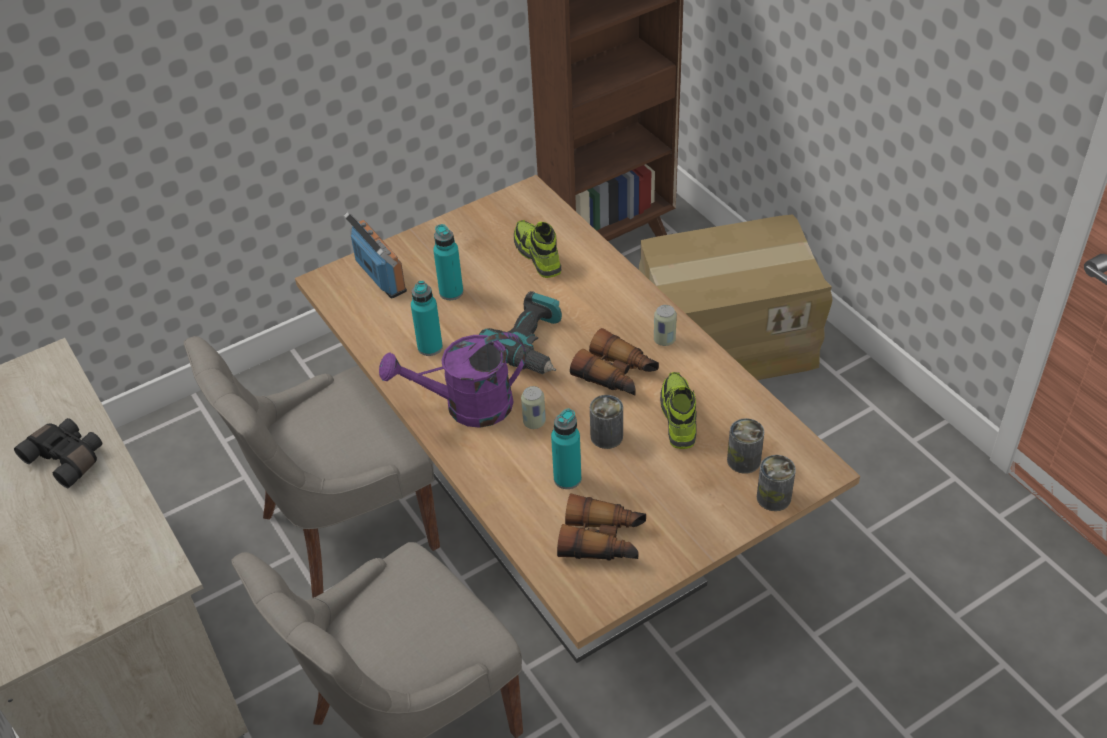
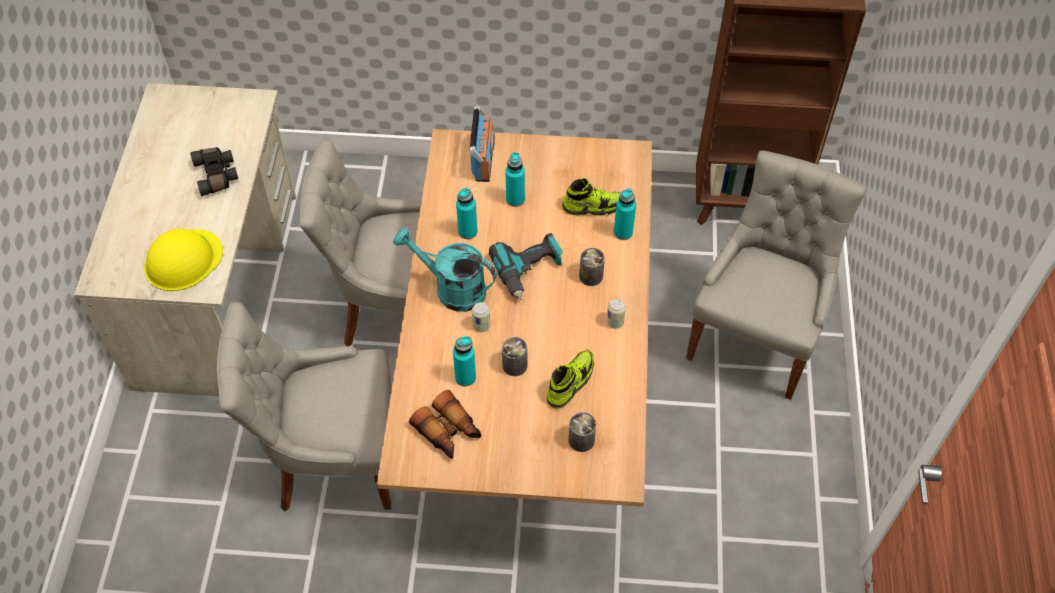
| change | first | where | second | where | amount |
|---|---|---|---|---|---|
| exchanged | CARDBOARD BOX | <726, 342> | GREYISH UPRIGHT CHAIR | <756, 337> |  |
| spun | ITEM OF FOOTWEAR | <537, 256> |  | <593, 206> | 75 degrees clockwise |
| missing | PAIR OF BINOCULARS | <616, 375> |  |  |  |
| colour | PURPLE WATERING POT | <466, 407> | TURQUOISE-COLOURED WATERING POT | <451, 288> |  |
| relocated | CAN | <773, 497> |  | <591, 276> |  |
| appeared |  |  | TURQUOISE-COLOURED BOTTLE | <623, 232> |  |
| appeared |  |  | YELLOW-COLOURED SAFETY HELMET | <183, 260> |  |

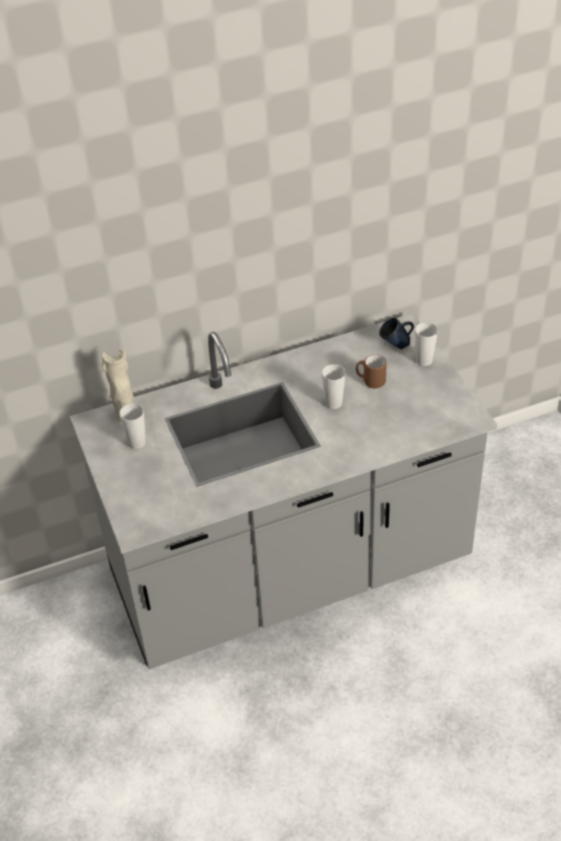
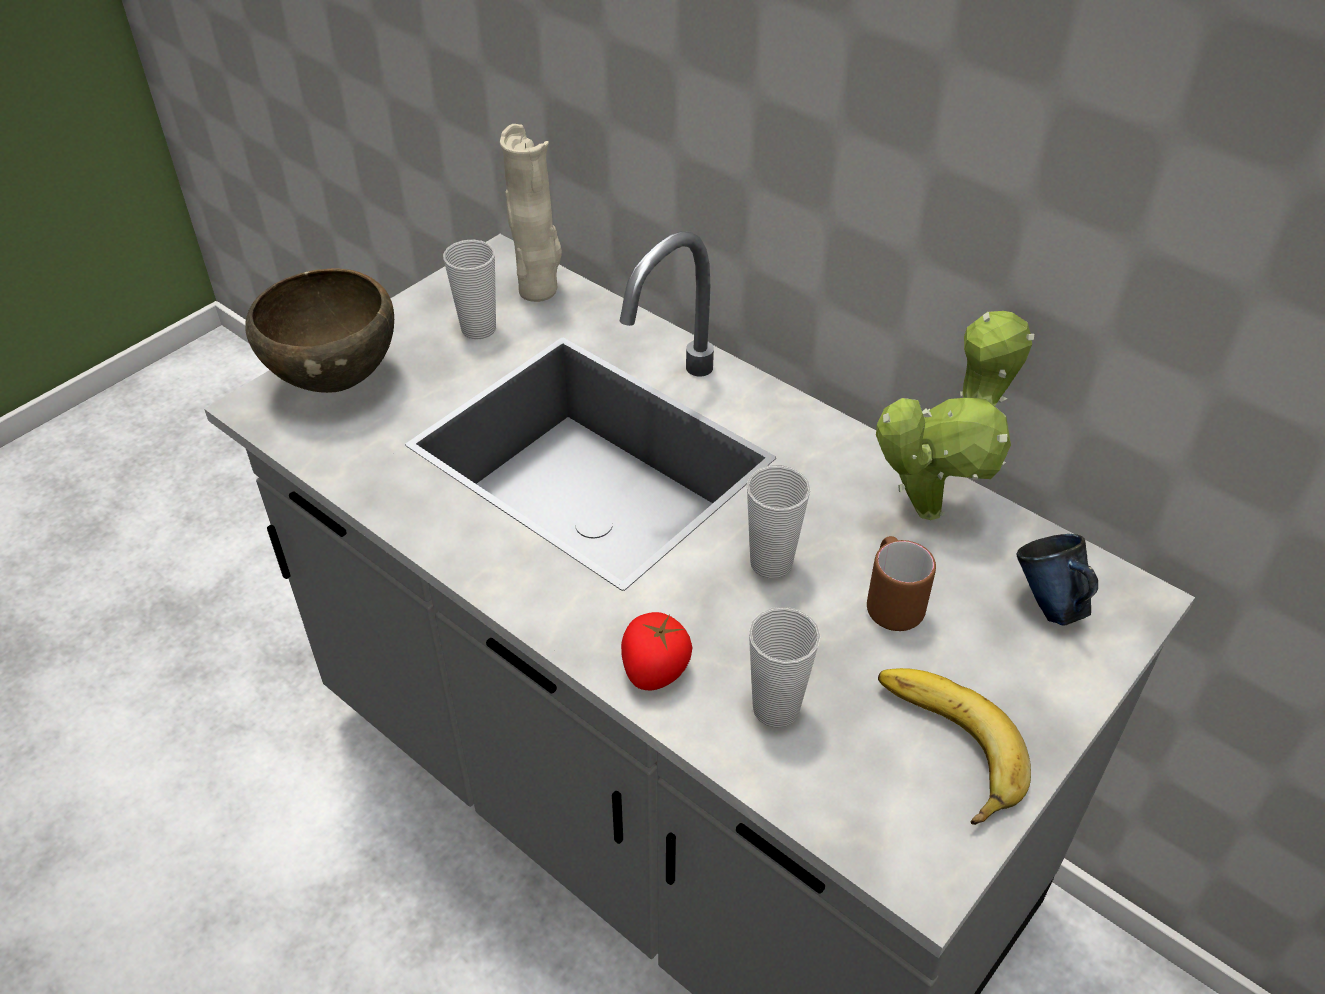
| change | first | where | second | where | amount |
|---|---|---|---|---|---|
| relocated | SMALL CUP | <424, 361> |  | <776, 709> |  |
| appeared |  |  | BROWNISH BOWL | <337, 381> |  |
| appeared |  |  | POTTED PLANT | <934, 504> |  |
| appeared |  |  | FRESH TOMATO | <655, 670> |  |
| appeared |  |  | WHOLE BANANA | <941, 748> |  |

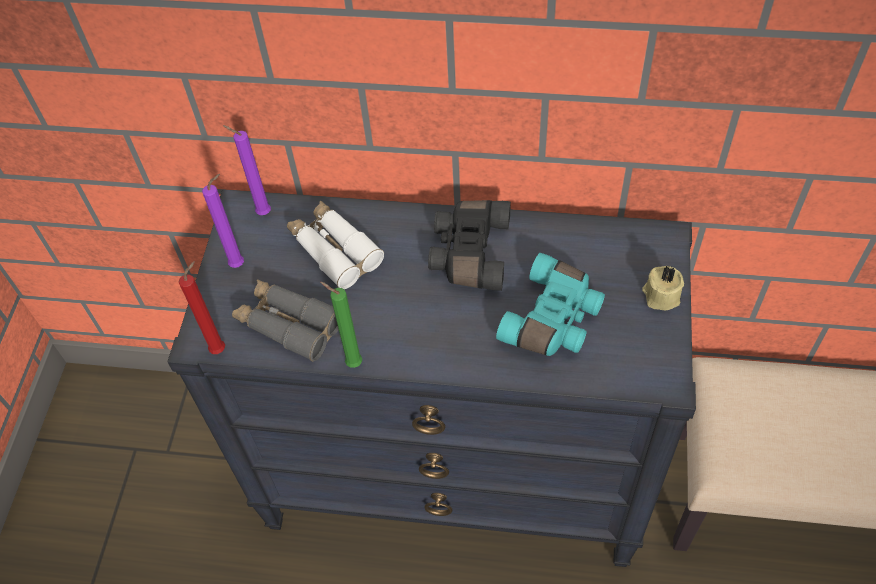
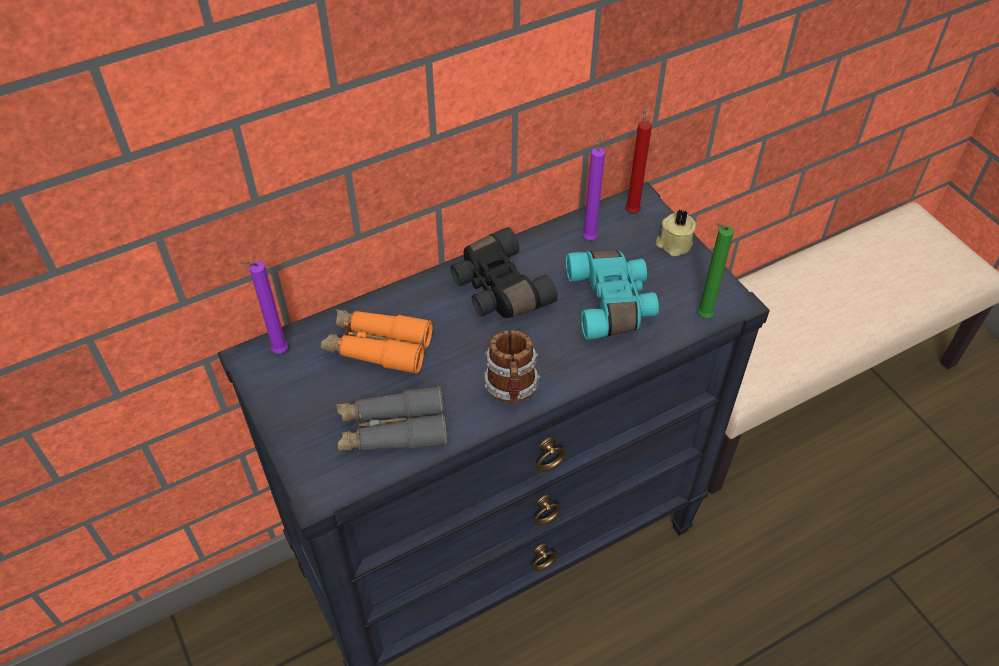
| change | first | where | second | where | amount |
|---|---|---|---|---|---|
| relocated | PURPLE CANDLE | <240, 264> |  | <590, 237> |  |
| colour | WHITE PAIR OF BINOCULARS | <334, 250> | ORANGE PAIR OF BINOCULARS | <377, 347> |  |
| relocated | REDDISH CANDLE | <220, 348> |  | <632, 210> |  |
| relocated | GREENISH CANDLE | <351, 363> |  | <702, 316> |  |
| appeared |  |  | TEA MUG | <512, 389> |  |

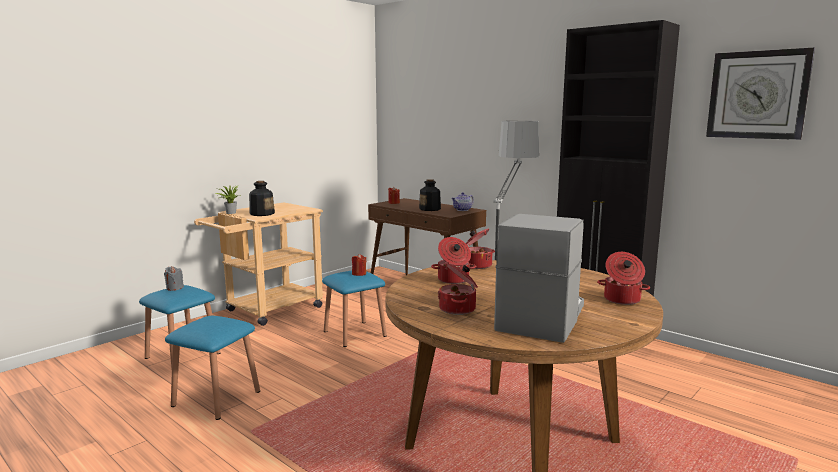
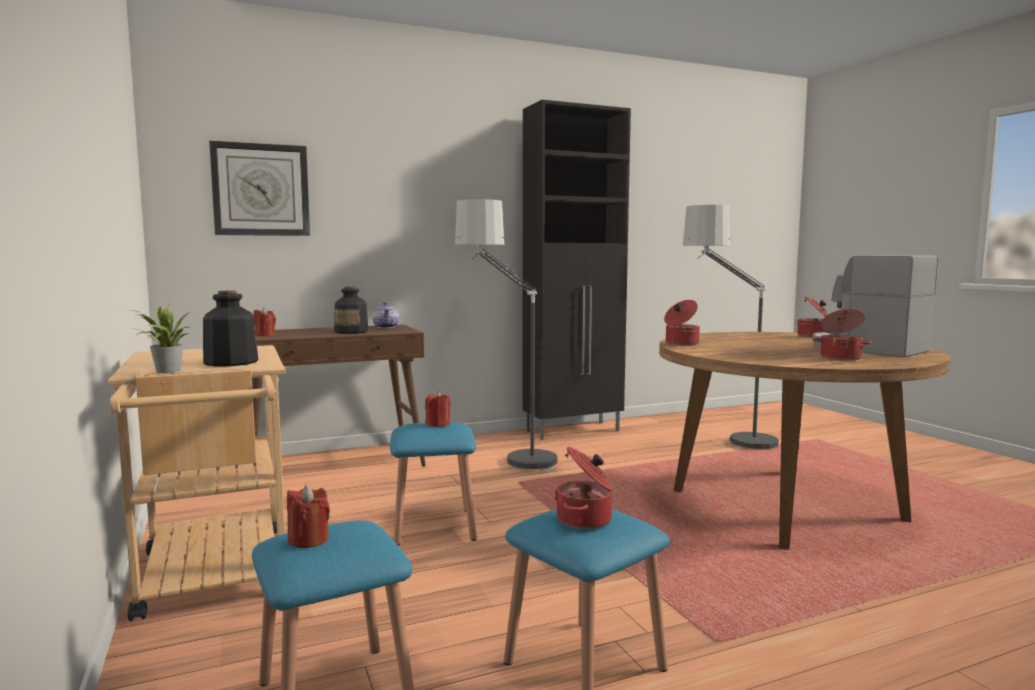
| change | first | where | second | where | amount |
|---|---|---|---|---|---|
| relocated | CLOCK ON THE WALL | <757, 95> |  | <261, 190> |  |
| relocated | COOKING POT | <453, 280> |  | <585, 520> |  |
| colour | GREYISH CANDLE | <174, 288> | REDDISH CANDLE | <308, 540> |  |
| appeared |  |  | STANDING LAMP | <724, 435> |  |

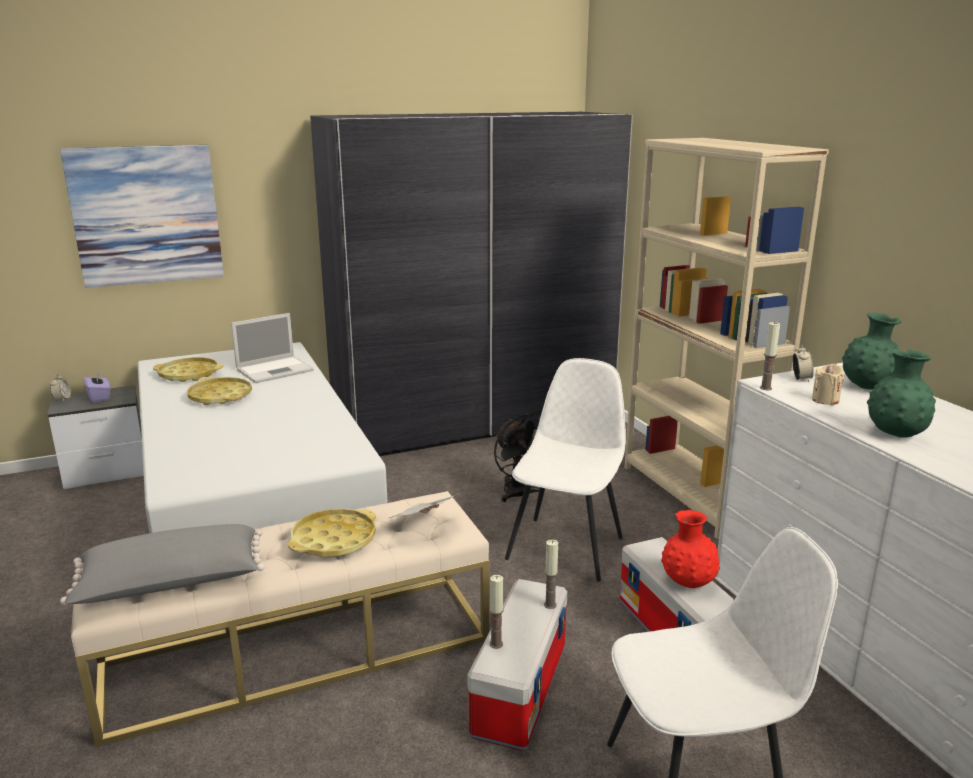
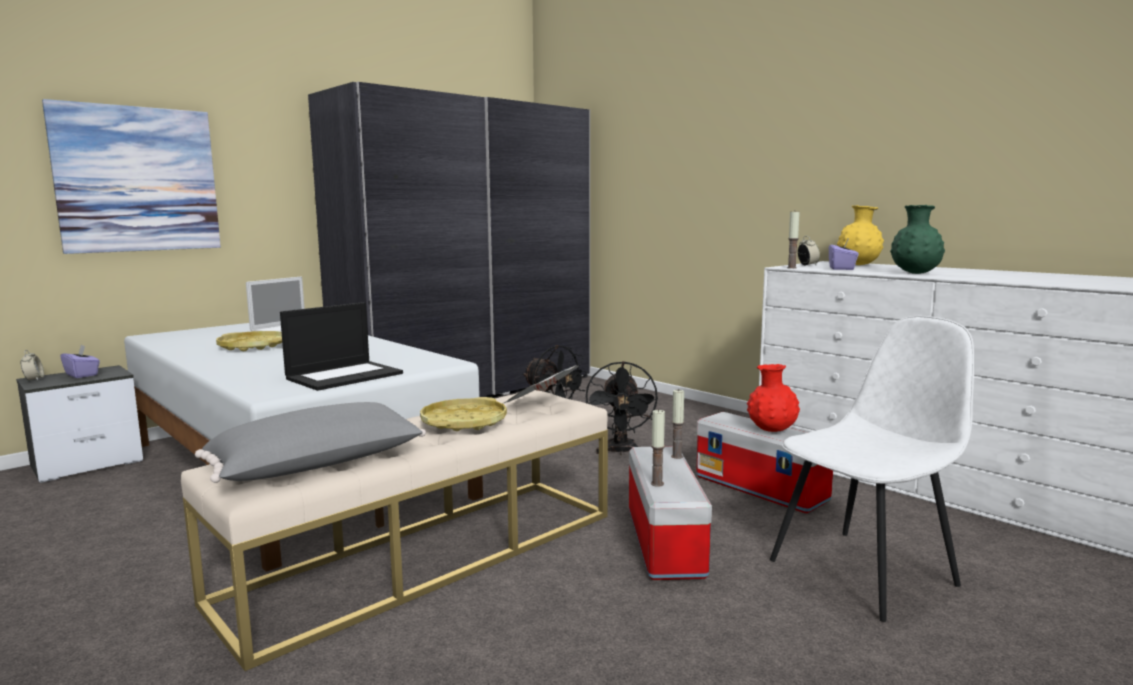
| change | first | where | second | where | amount |
|---|---|---|---|---|---|
| missing | BEIGE SHELVING UNIT | <694, 494> |  |  |  |
| colour | GREENISH VASE | <867, 387> | YELLOW-COLOURED VASE | <858, 265> |  |
| missing | YELLOW-COLOURED SERVING TRAY | <189, 374> |  |  |  |
| exchanged | WHITE UPRIGHT CHAIR | <566, 547> | BLACK ELECTRIC FAN | <620, 452> |  |
| exchanged | BEIGE CANDLE | <825, 400> | PURPLE TISSUE BOX | <842, 268> |  |
| appeared |  |  | PORTABLE COMPUTER | <345, 376> |  |

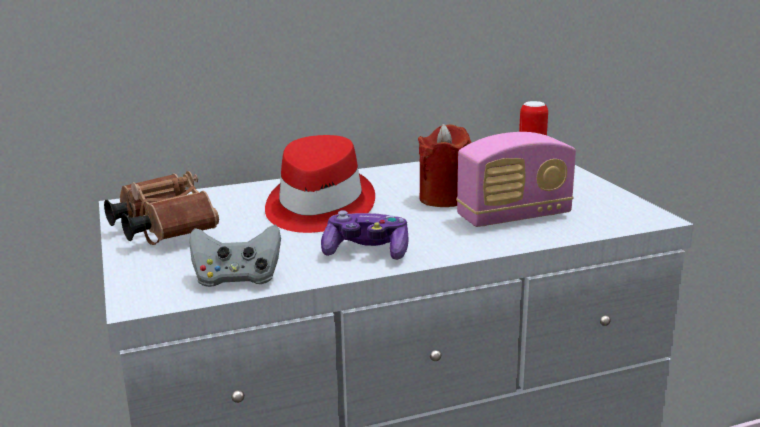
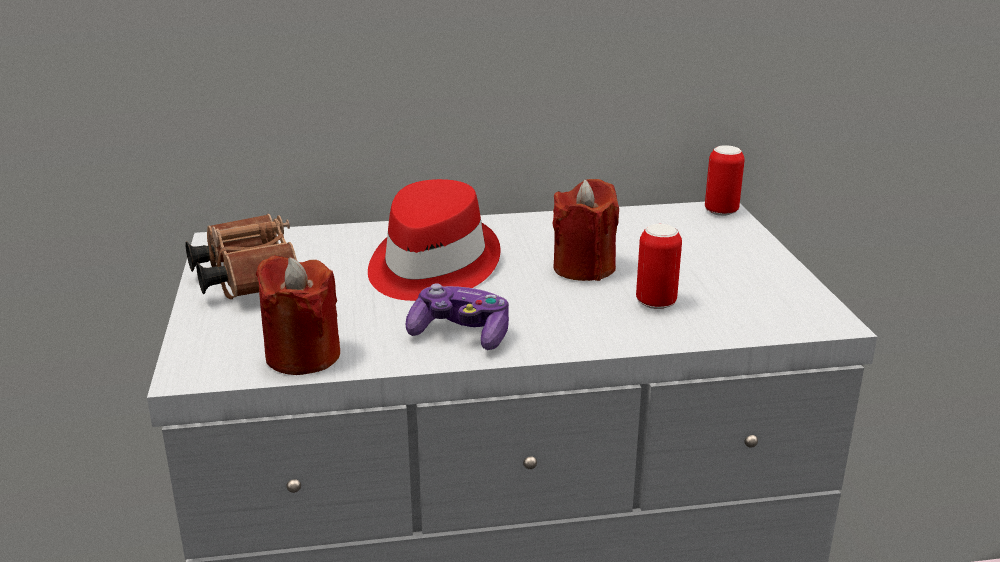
| change | first | where | second | where | amount |
|---|---|---|---|---|---|
| exchanged | RADIO RECEIVER | <514, 217> | CAN | <656, 302> |  |
| exchanged | GREYISH GAME CONTROLLER | <237, 279> | REDDISH CANDLE | <303, 356> |  |

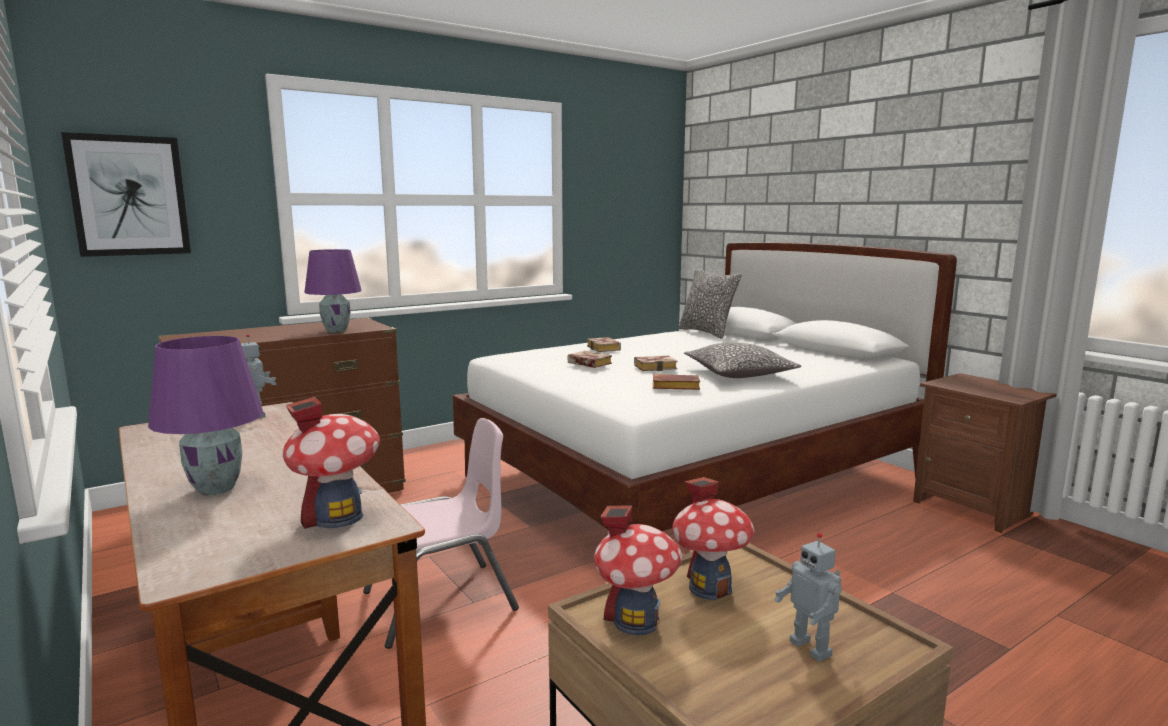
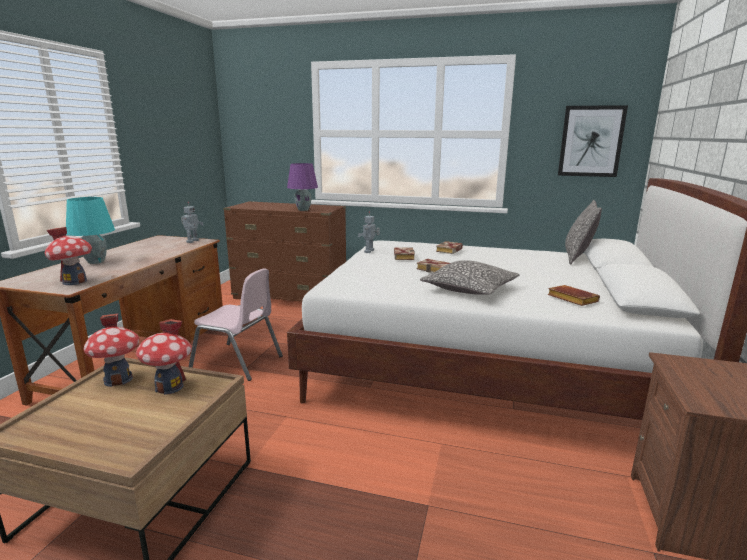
| change | first | where | second | where | amount |
|---|---|---|---|---|---|
| relocated | WALL ART | <129, 196> |  | <591, 141> |  |
| colour | PURPLE LAMP FOR A TABLE | <217, 488> | TURQUOISE-COLOURED LAMP FOR A TABLE | <96, 262> |  |
| relocated | BROWNISH BOUND BOOK | <674, 387> |  | <570, 299> |  |
| relocated | MODEL ROBOT | <812, 648> |  | <370, 251> |  |

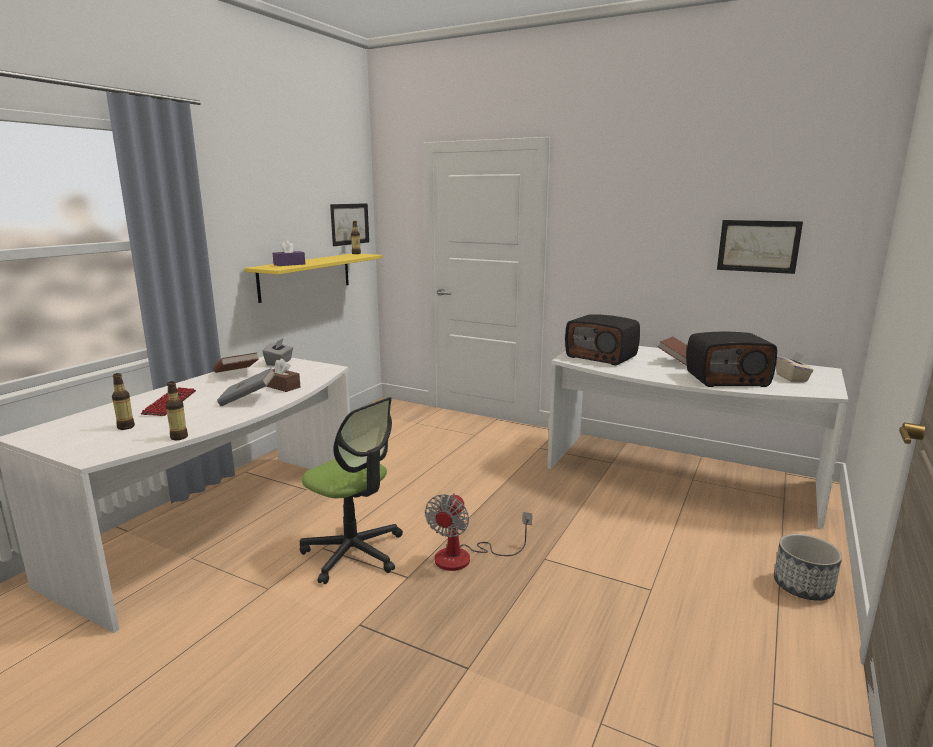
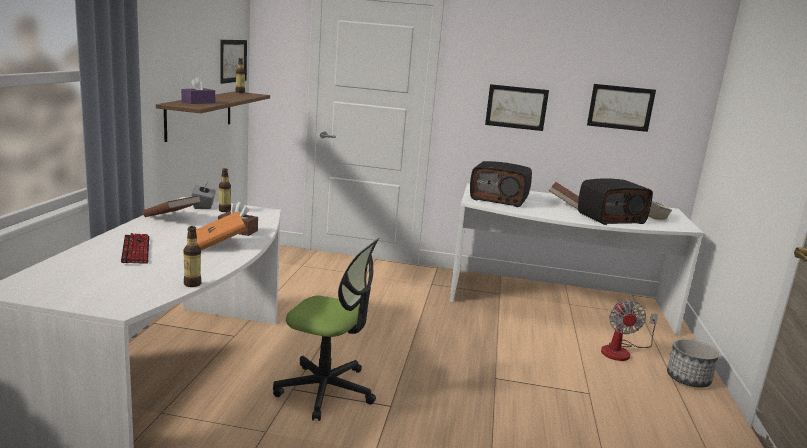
| change | first | where | second | where | amount |
|---|---|---|---|---|---|
| colour | YELLOW-COLOURED WALL SHELF | <305, 276> | BROWNISH WALL SHELF | <199, 114> |  |
| colour | GREYISH BOUND BOOK | <248, 399> | ORANGE BOUND BOOK | <218, 244> |  |
| relocated | BOTTLE | <126, 427> |  | <224, 210> |  |
| relocated | ELECTRIC FAN | <465, 557> |  | <621, 351> |  |
| appeared |  |  | WALL ART | <516, 107> |  |

